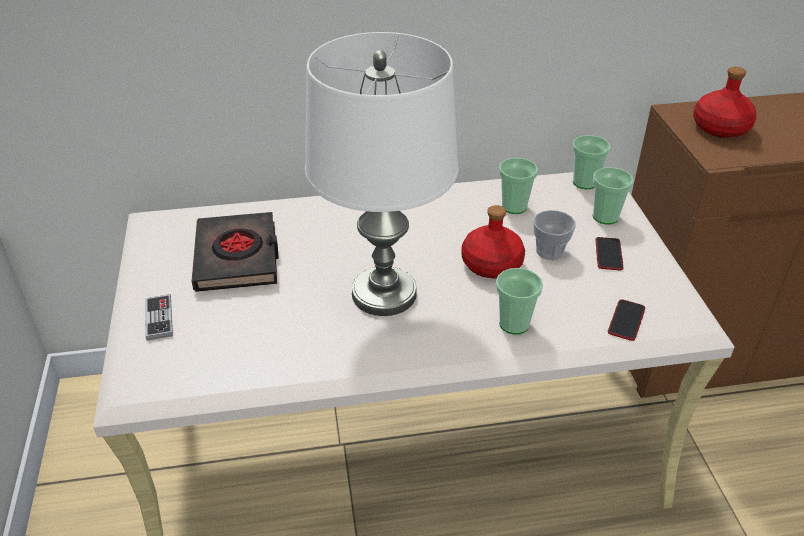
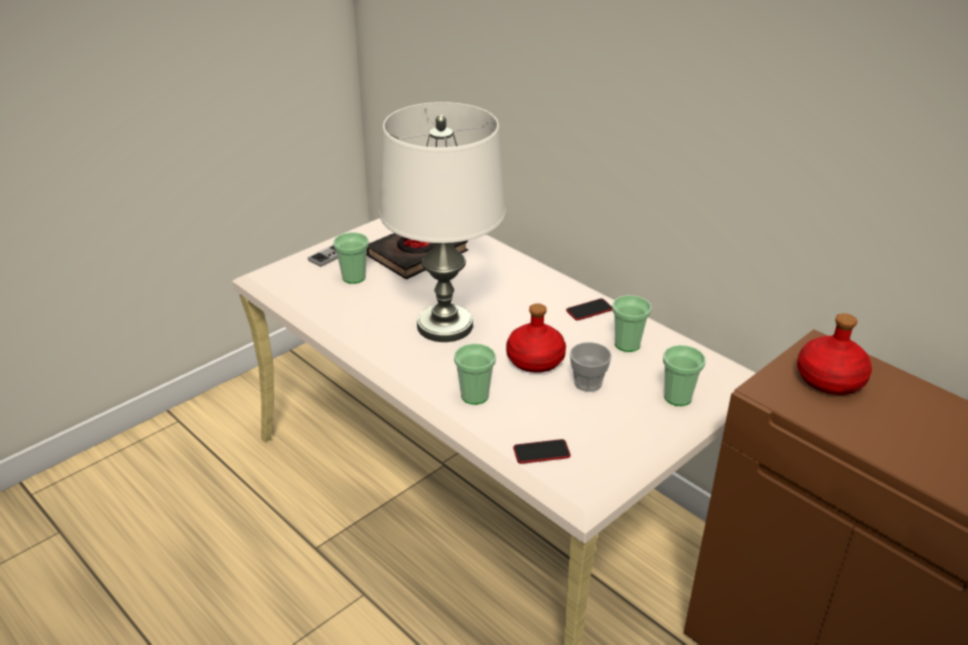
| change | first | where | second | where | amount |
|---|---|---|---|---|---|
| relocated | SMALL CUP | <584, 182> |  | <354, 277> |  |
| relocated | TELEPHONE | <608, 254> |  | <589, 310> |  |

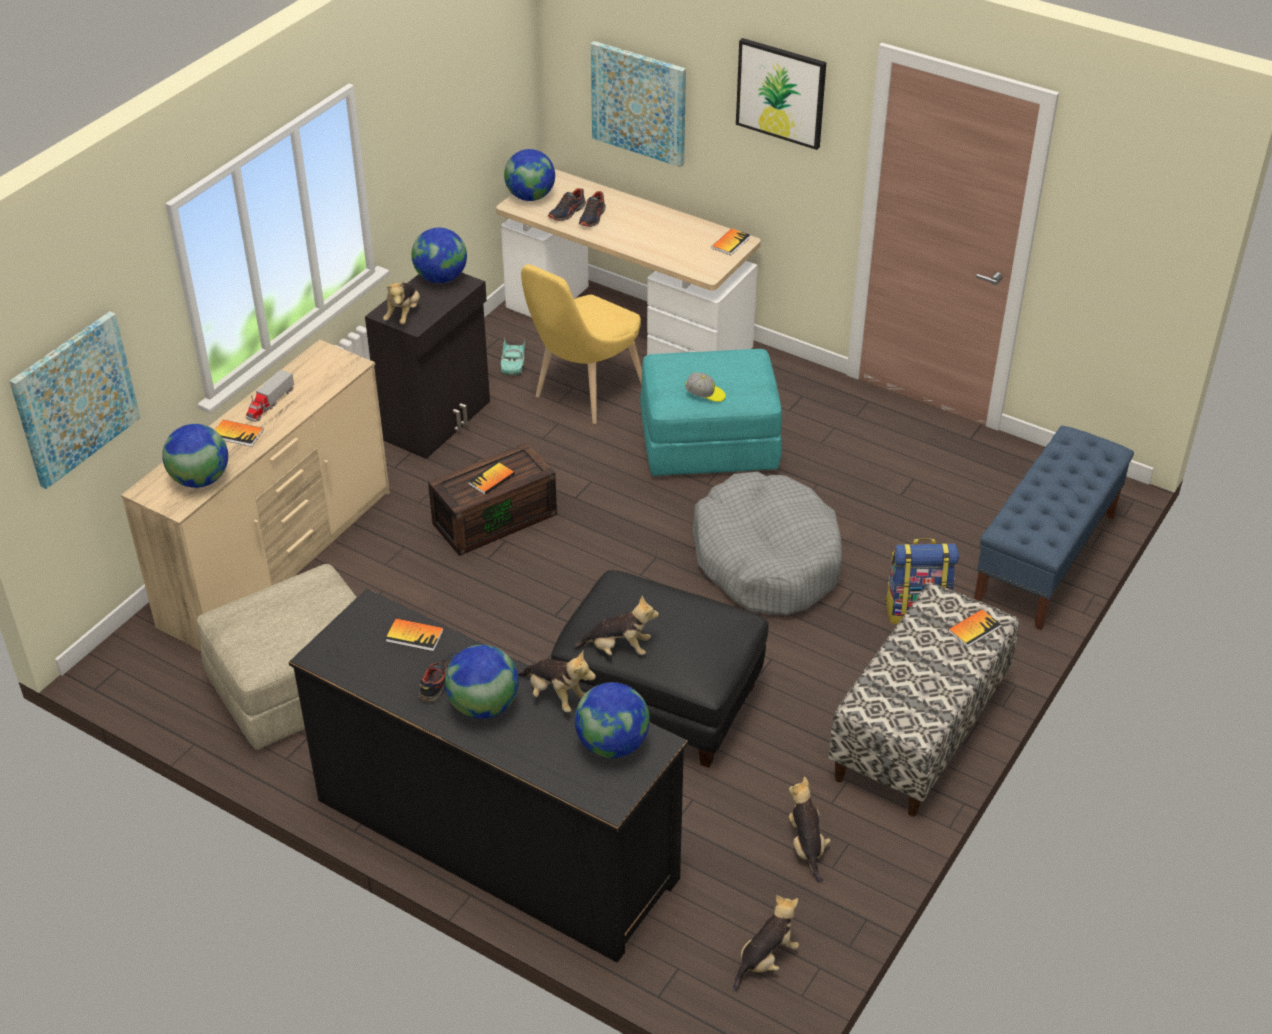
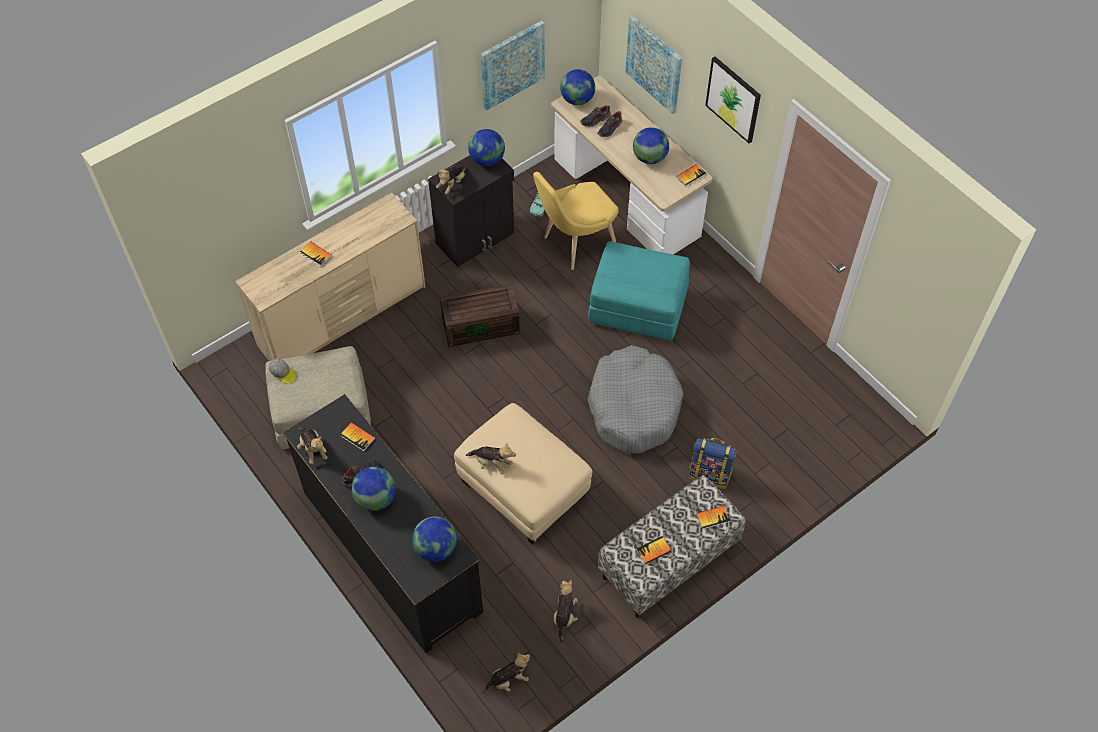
| change | first | where | second | where | amount |
|---|---|---|---|---|---|
| relocated | WALL ART | <74, 398> |  | <512, 64> |  |
| missing | MODEL TRUCK | <270, 403> |  |  |  |
| relocated | CAP | <705, 394> |  | <283, 374> |  |
| relocated | GLOBE | <200, 479> |  | <649, 158> |  |
| missing | BLUISH BENCH | <1045, 558> |  |  |  |
| relocated | BOUND BOOK | <491, 479> |  | <653, 550> |  |
| colour | BLACK OTTOMAN | <659, 701> | BEIGE OTTOMAN | <523, 489> |  |
| relocated | CUDDLY TOY | <555, 696> |  | <313, 449> |  |

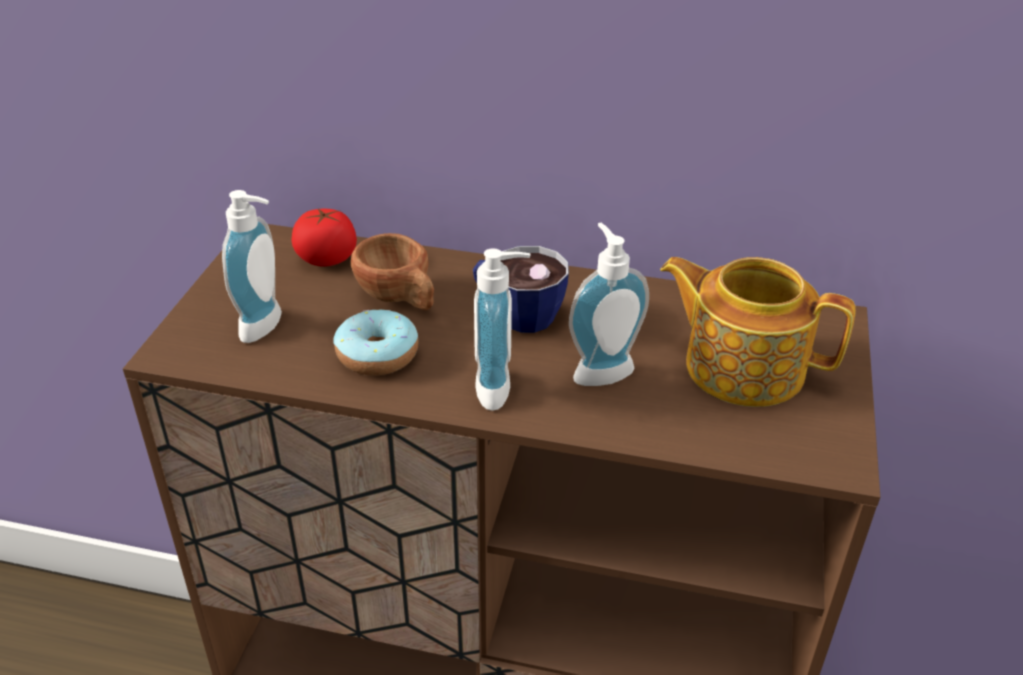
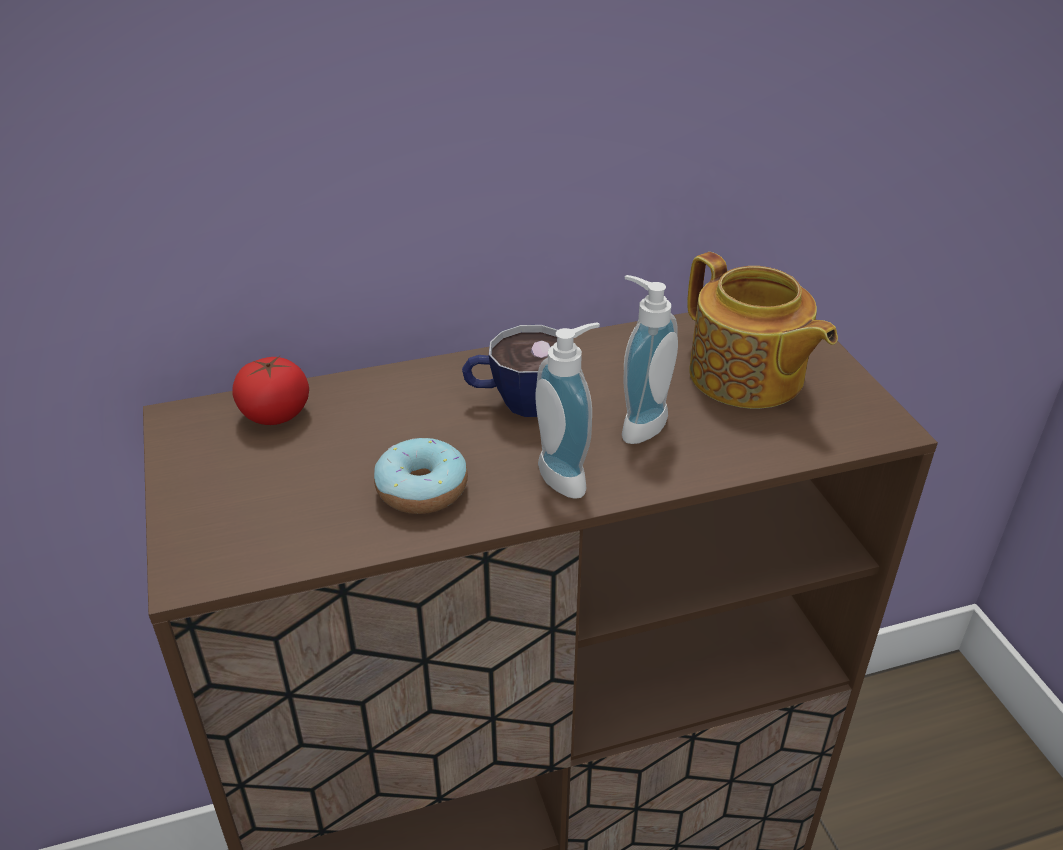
| change | first | where | second | where | amount |
|---|---|---|---|---|---|
| missing | SOAP DISPENSER | <267, 327> |  |  |  |
| missing | BROWNISH SMALL CUP | <399, 298> |  |  |  |
| spun | TEAPOT | <742, 366> |  | <746, 377> | 120 degrees counterclockwise |

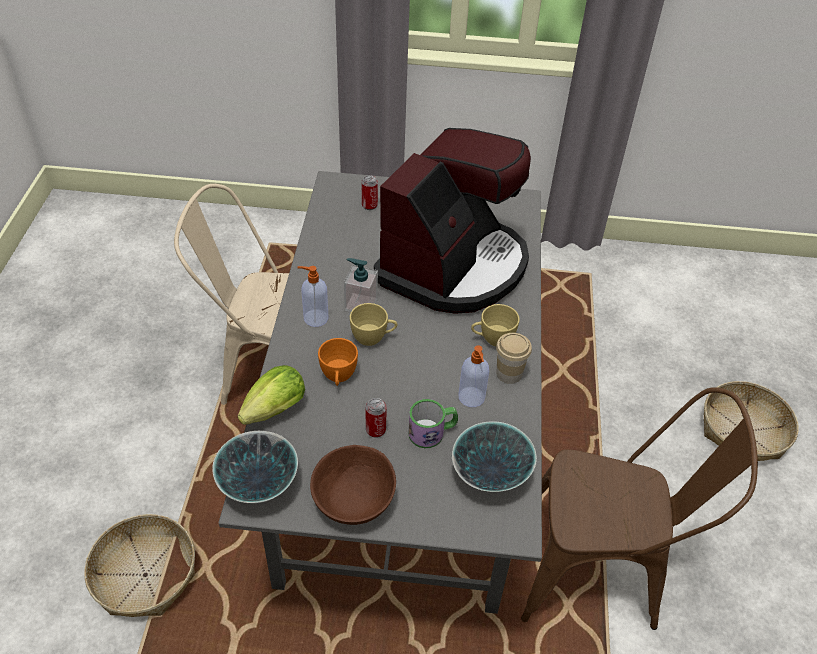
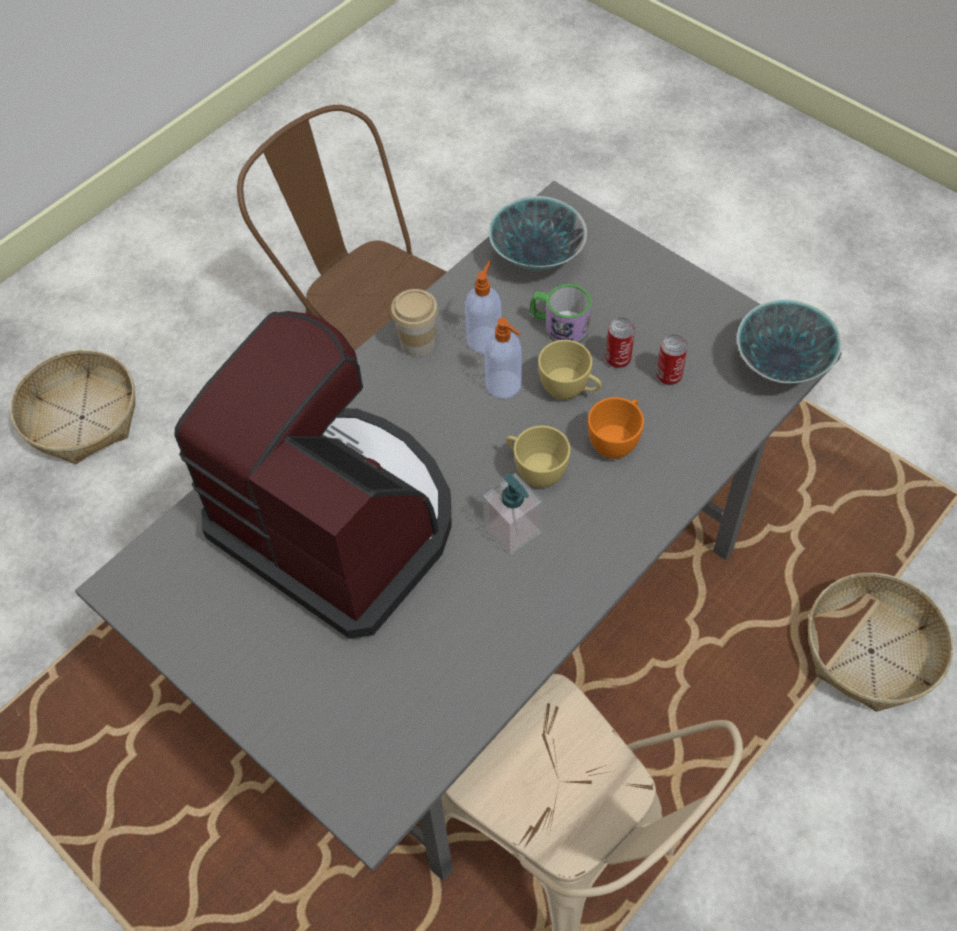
| change | first | where | second | where | amount |
|---|---|---|---|---|---|
| spun | COFFEE MAKER | <454, 266> |  | <338, 522> | 60 degrees clockwise |
| relocated | CAN | <369, 205> |  | <669, 376> |  |
| relocated | SOAP DISPENSER | <315, 318> |  | <504, 385> |  |
| relocated | YELLOW-COLOURED SMALL CUP | <492, 339> |  | <569, 390> |  |
| missing | HEAD OF LETTUCE | <271, 412> |  |  |  |
| missing | BROWNISH BOWL | <353, 499> |  |  |  |

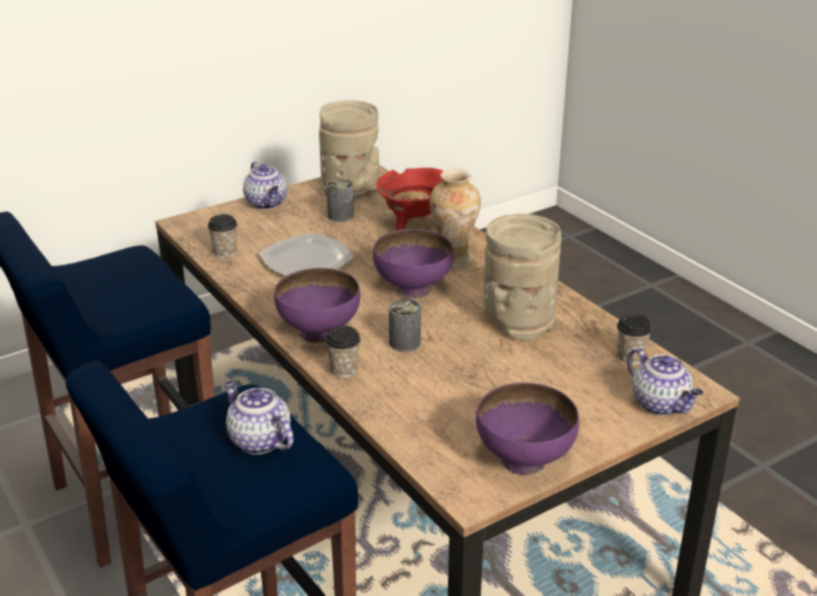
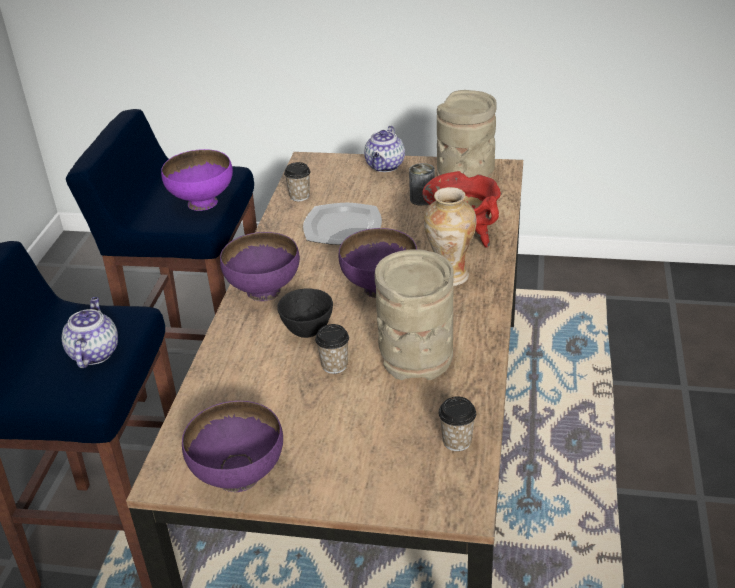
| change | first | where | second | where | amount |
|---|---|---|---|---|---|
| exchanged | CAN | <404, 343> | BLACK BOWL | <306, 330> |  |
| relocated | SMALL CUP | <344, 370> |  | <334, 365> |  |
| missing | TEAPOT | <661, 404> |  |  |  |
| appeared |  |  | PURPLE BOWL | <203, 202> |  |

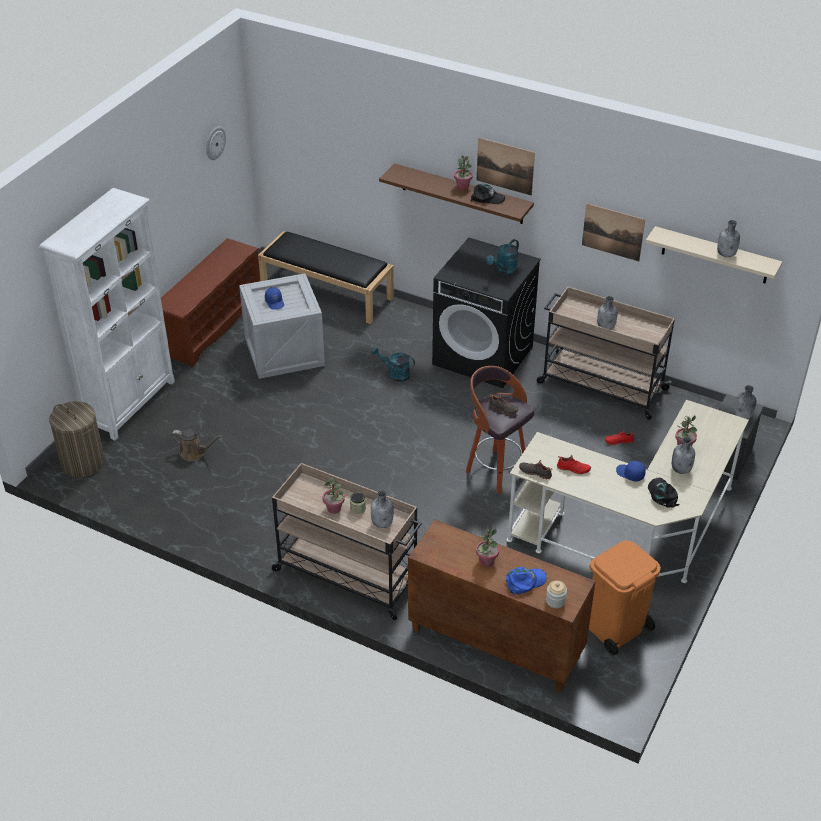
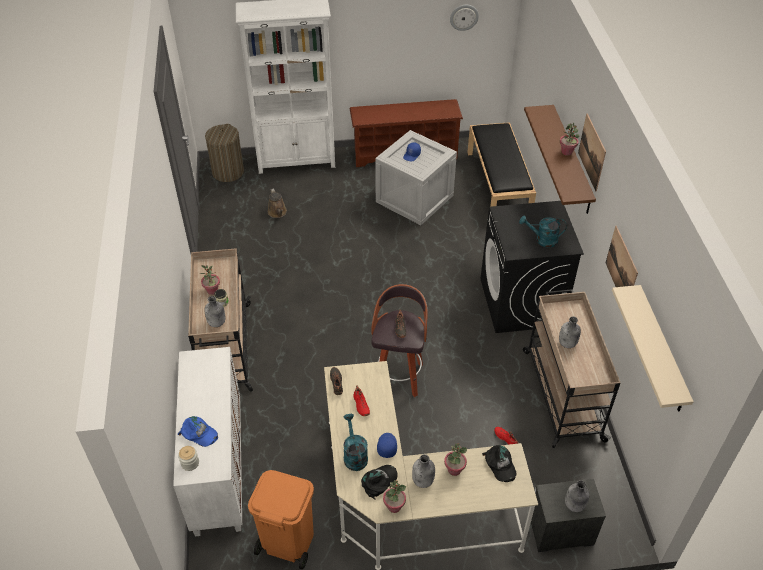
| change | first | where | second | where | amount |
|---|---|---|---|---|---|
| relocated | BLACK CAP | <487, 198> |  | <500, 465> |  |
| missing | GREYISH BOTTLE | <726, 254> |  |  |  |
| relocated | TURQUOISE-COLOURED WATERING POT | <395, 374> |  | <354, 455> |  |
| colour | BROWNISH CUPBOARD | <494, 643> | WHITE CUPBOARD | <217, 467> |  |
| relocated | POTTED PLANT | <486, 561> |  | <394, 506> |  |

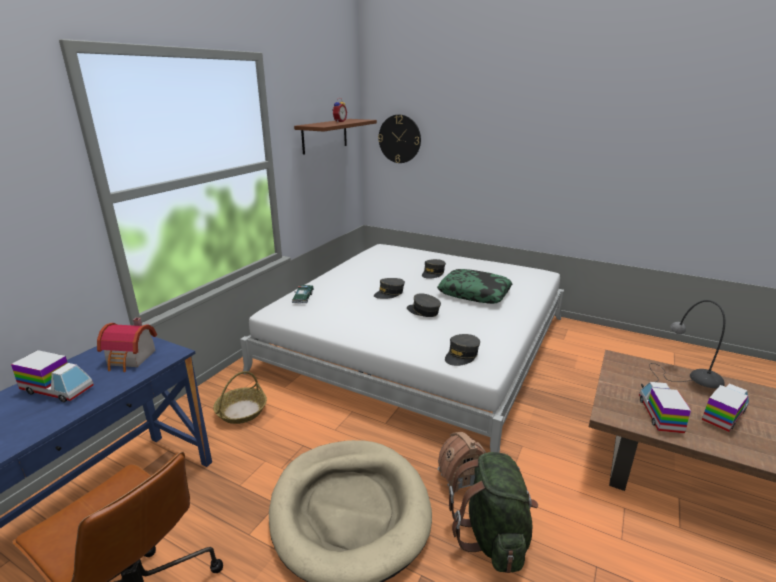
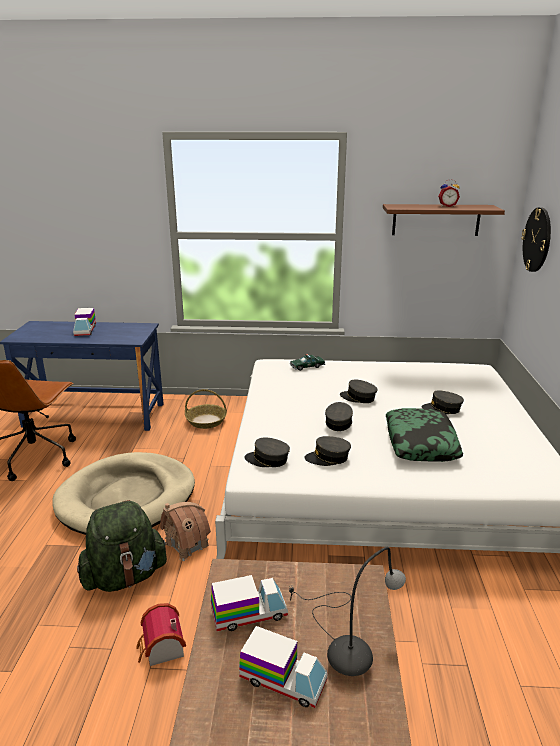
| change | first | where | second | where | amount |
|---|---|---|---|---|---|
| relocated | TOY HOUSE | <131, 359> |  | <161, 649> |  |
| appeared |  |  | GREYISH CAP | <328, 458> |  |

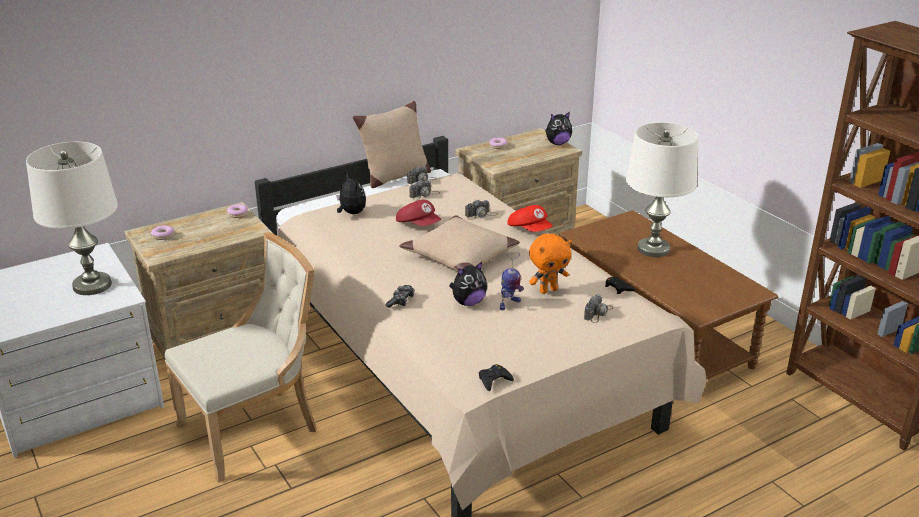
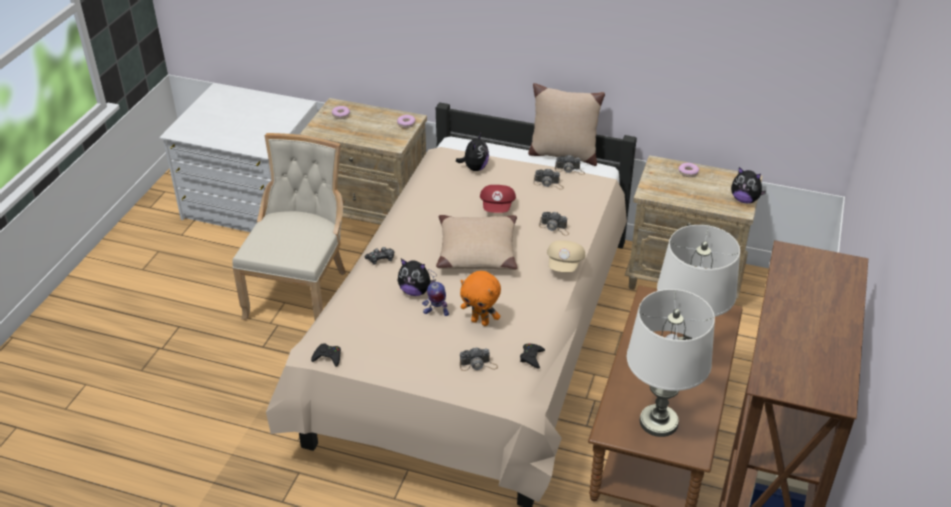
| change | first | where | second | where | amount |
|---|---|---|---|---|---|
| relocated | WHITE LAMP FOR A TABLE | <92, 285> |  | <658, 422> |  |
| colour | REDDISH CAP | <530, 230> | BEIGE CAP | <565, 264> |  |
| spun | BEIGE UPRIGHT CHAIR | <254, 429> |  | <301, 293> | 90 degrees counterclockwise |

